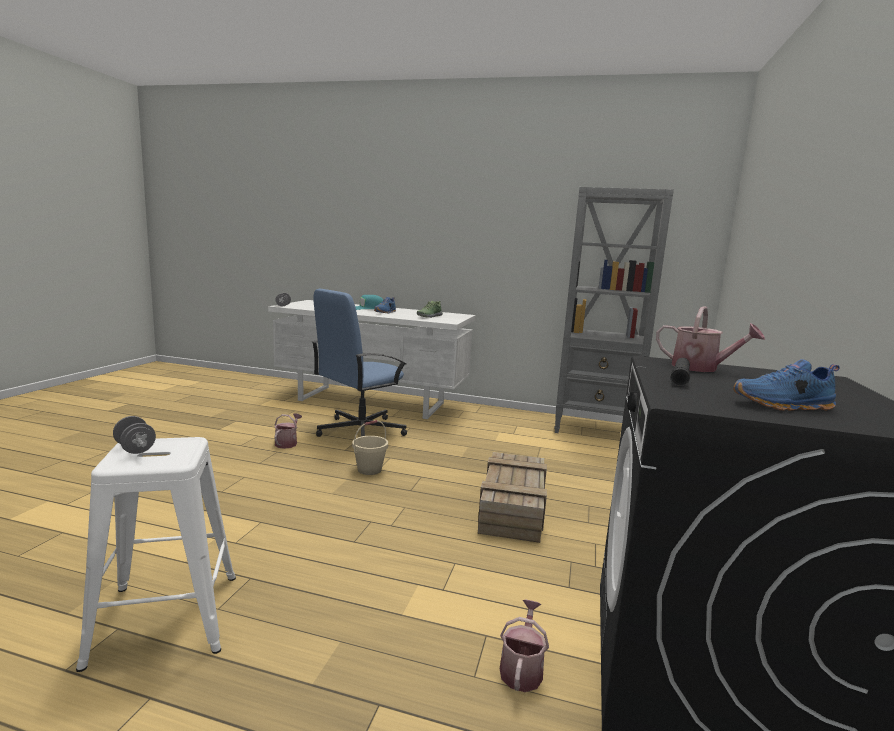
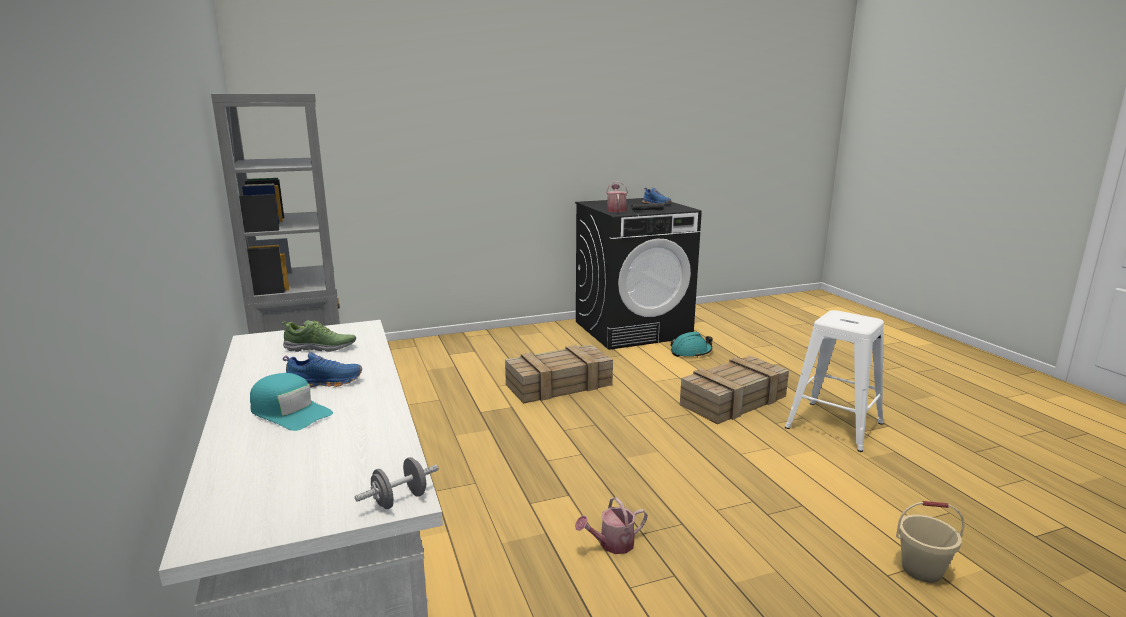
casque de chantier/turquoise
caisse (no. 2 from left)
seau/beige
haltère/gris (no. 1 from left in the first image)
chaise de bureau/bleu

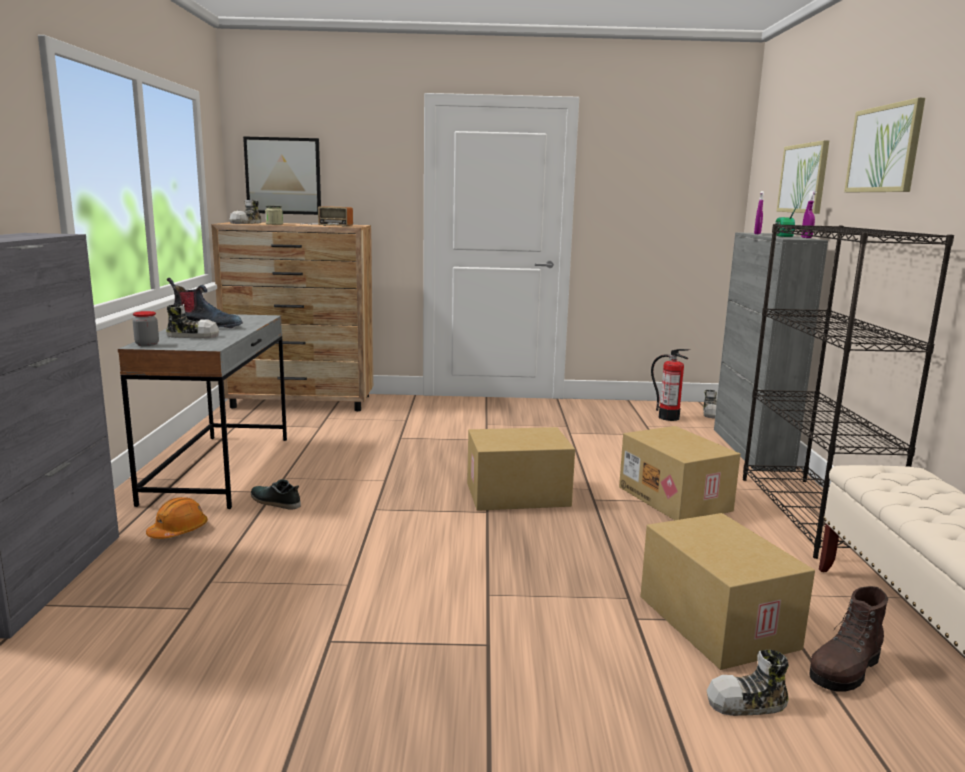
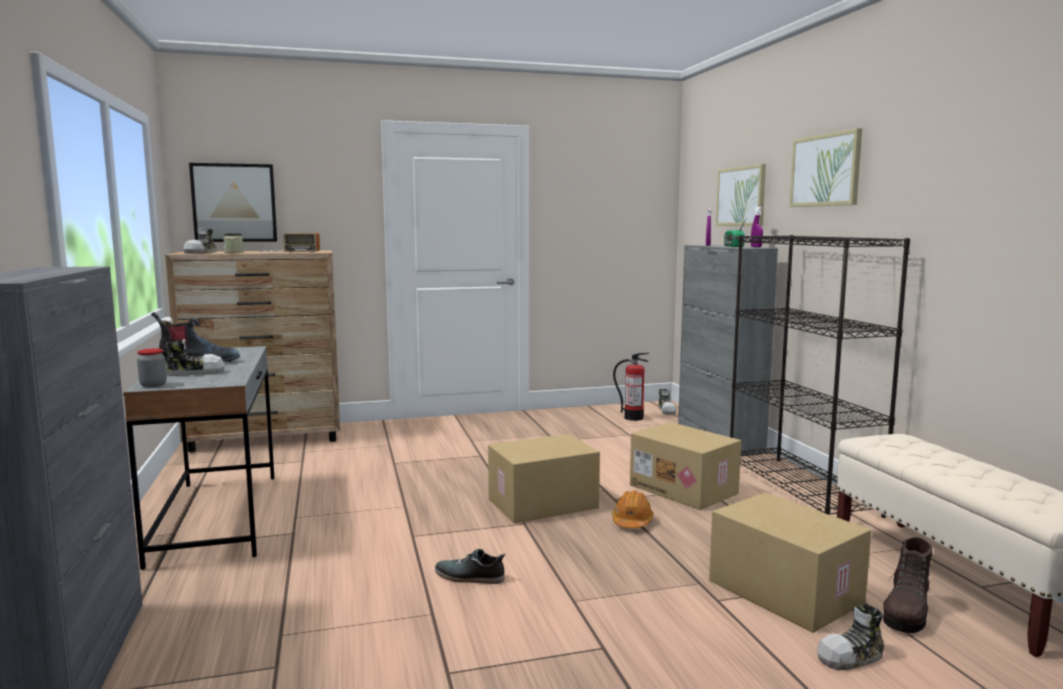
chaussure (no. 3 from left)
casque de chantier/orange

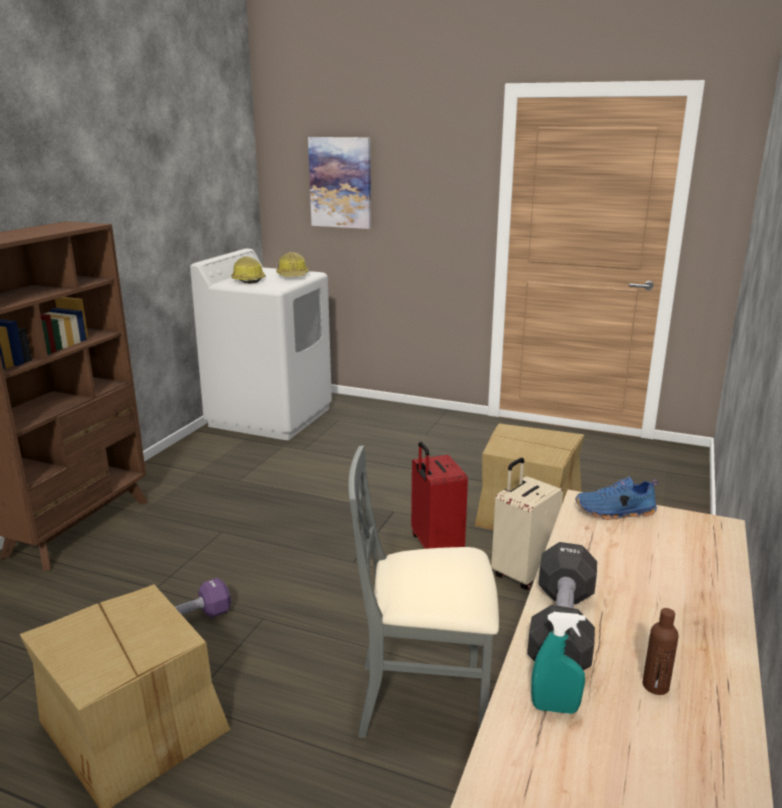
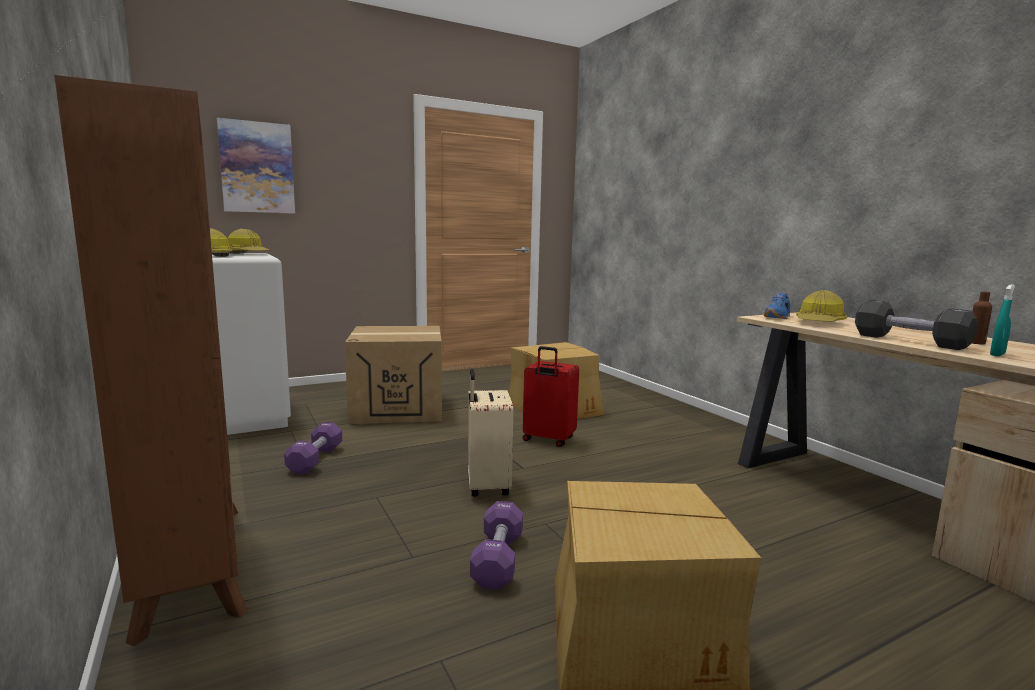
haltère/violet (no. 1 from left)
carton (no. 1 from left)
valise/beige
casque de chantier (no. 3 from left)
chaise/gris

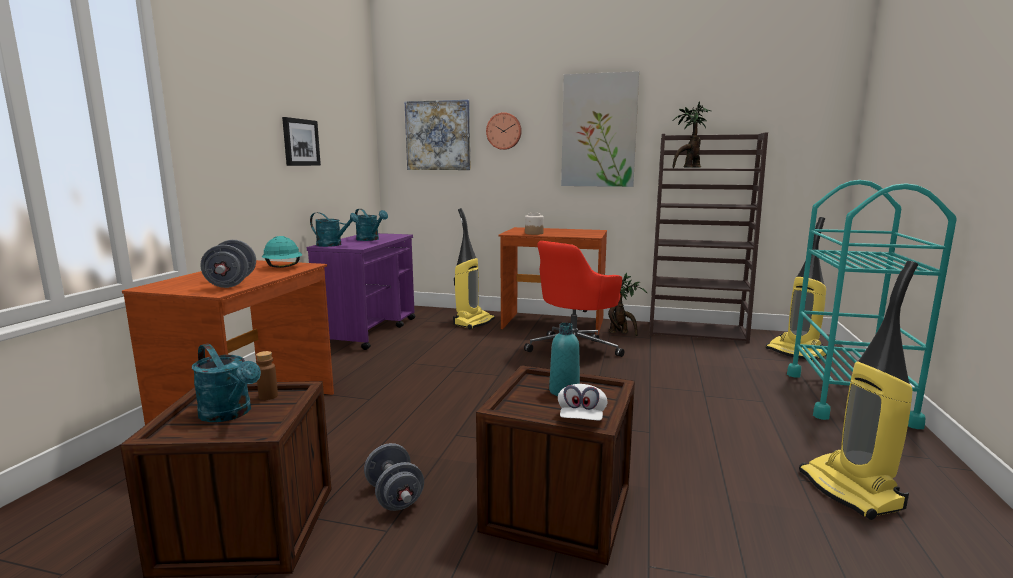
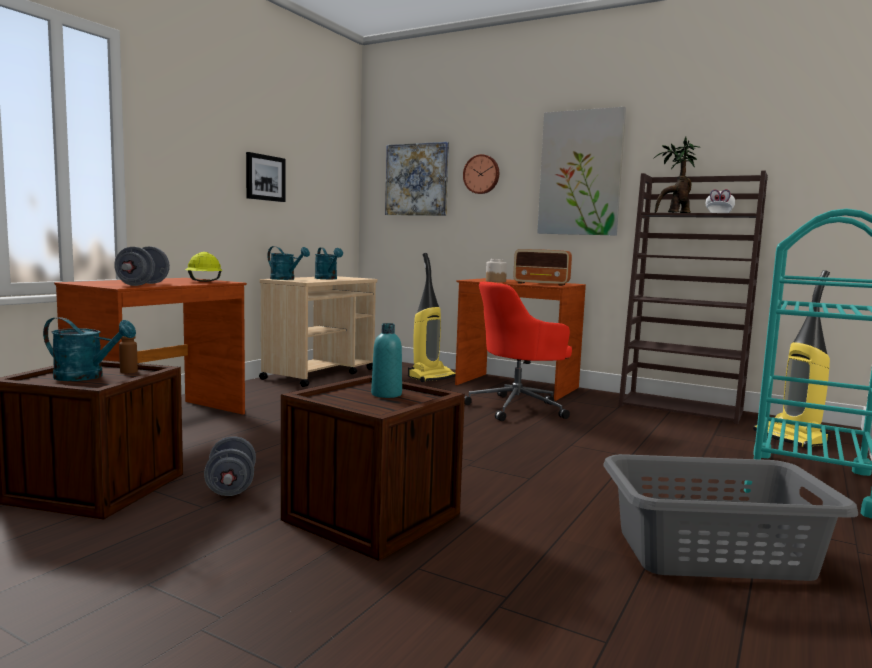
arrosoir/turquoise (no. 1 from left)
casque de chantier/jaune
chariot/beige
radio
panier à linge/gris
casquette/blanc
plante en pot (no. 1 from left in the first image)

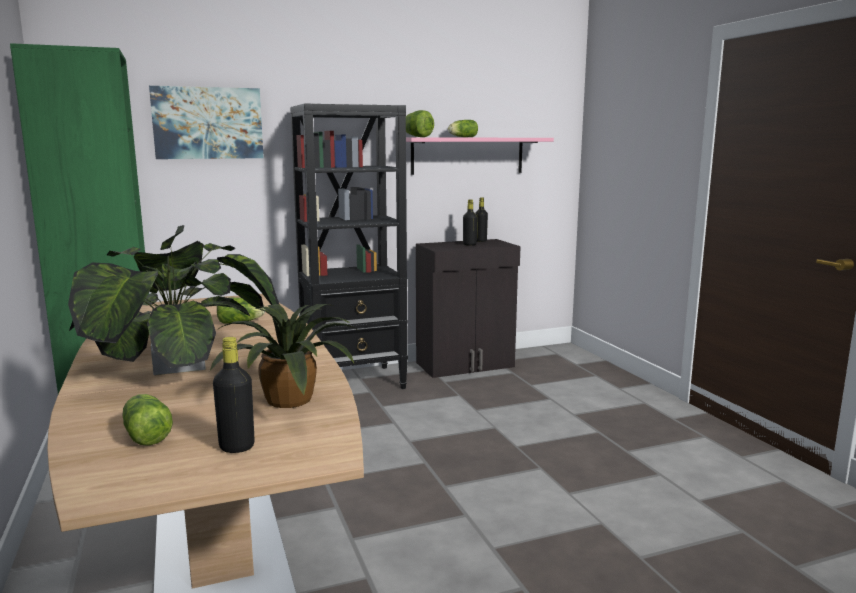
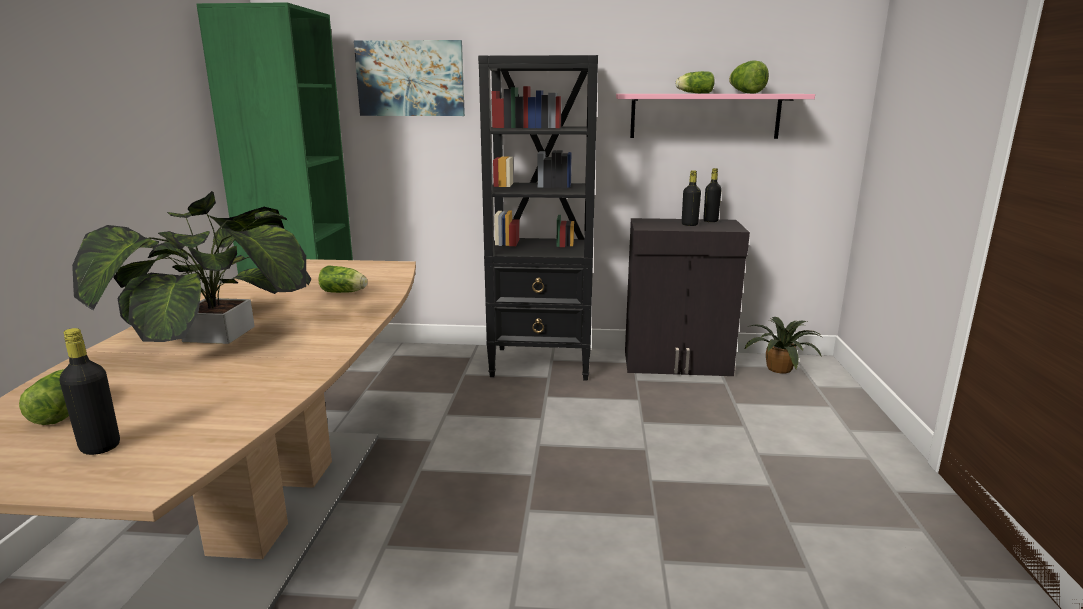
laitue (no. 4 from left)
plante en pot (no. 2 from left)

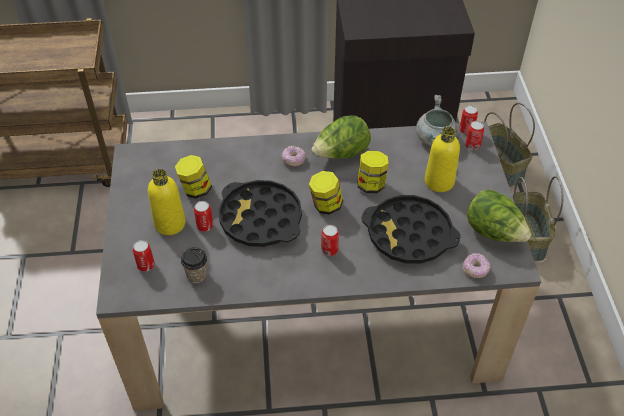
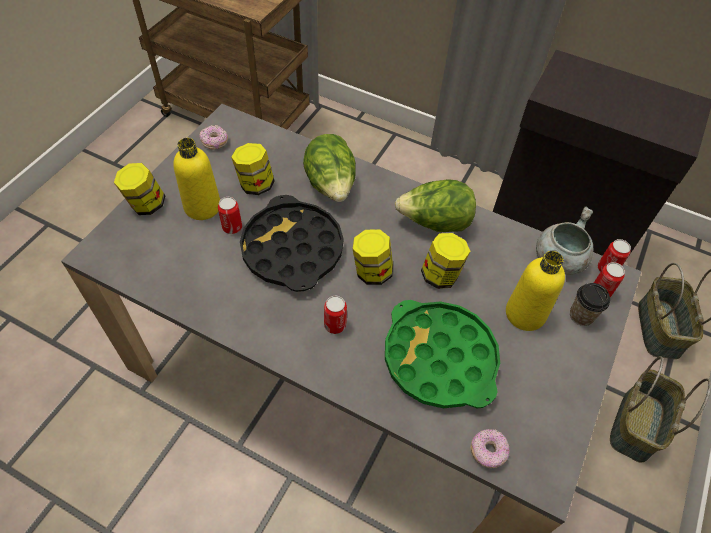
bocal (no. 1 from left)
beignet (no. 1 from left)
laitue (no. 1 from left)
plateau/vert
tasse
boîte métallique (no. 1 from left in the first image)

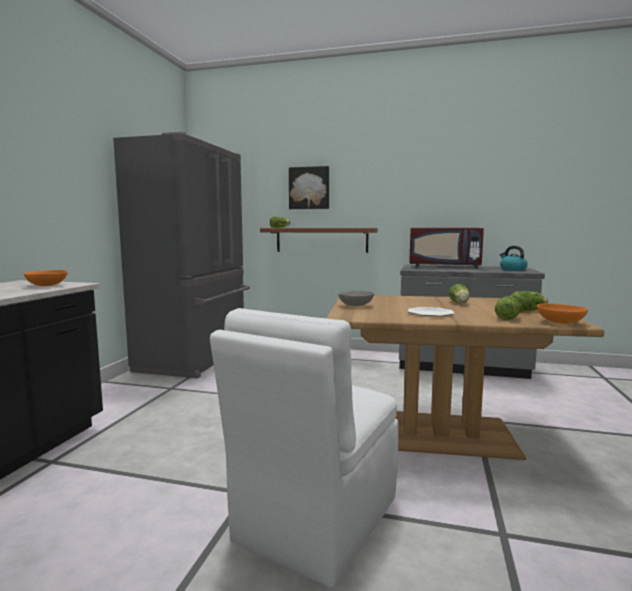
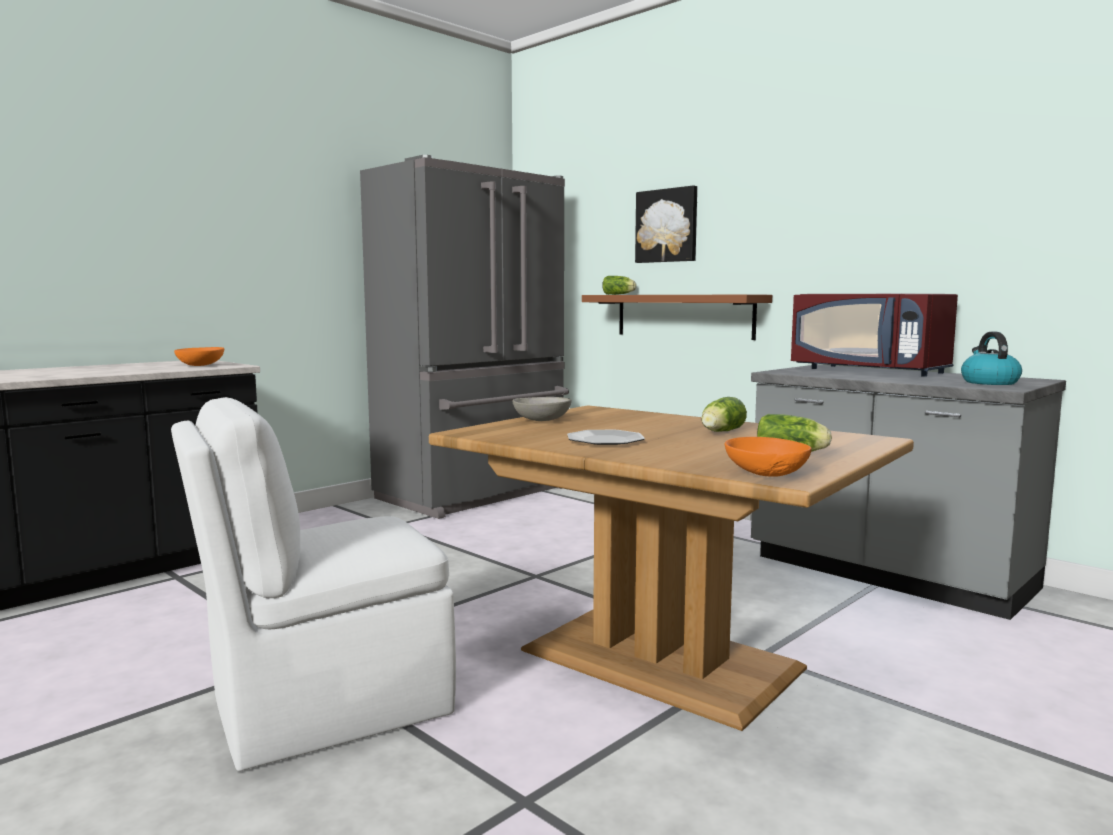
laitue (no. 3 from left in the first image)

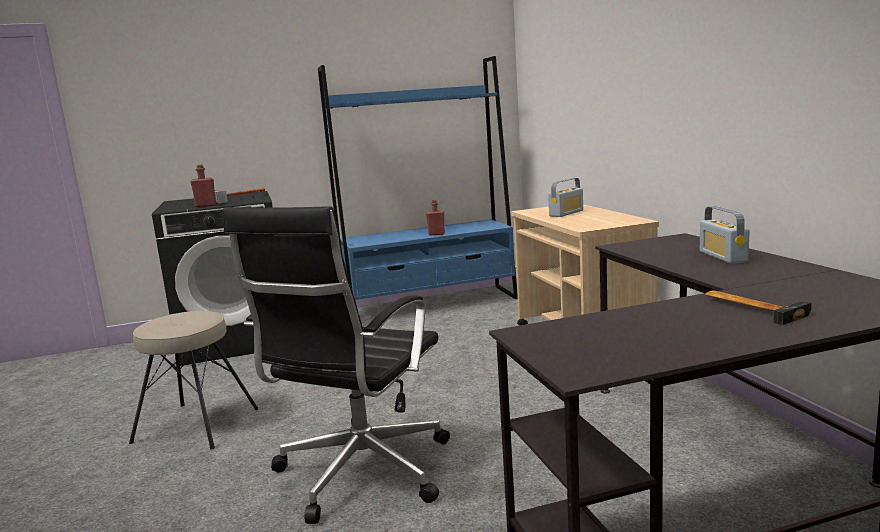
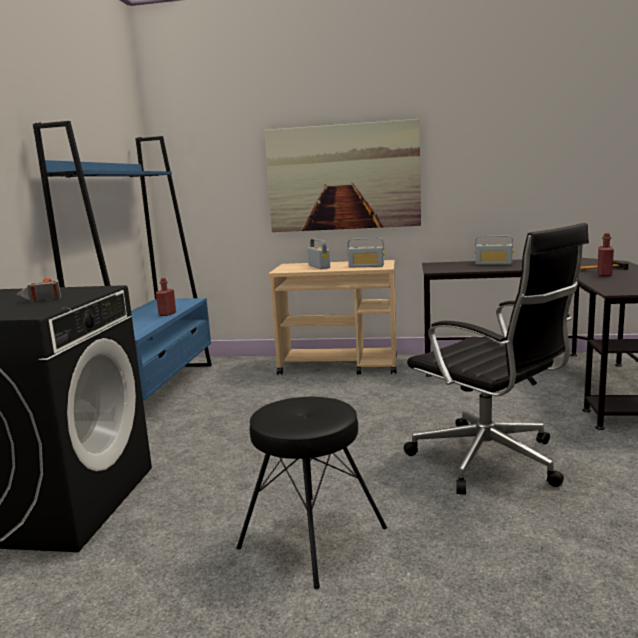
tabouret/noir
tableau
radio (no. 2 from left)
bouteille/rouge (no. 2 from left)

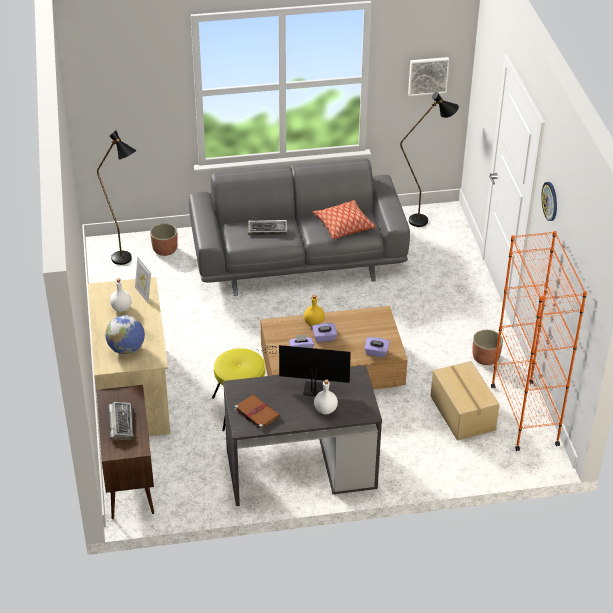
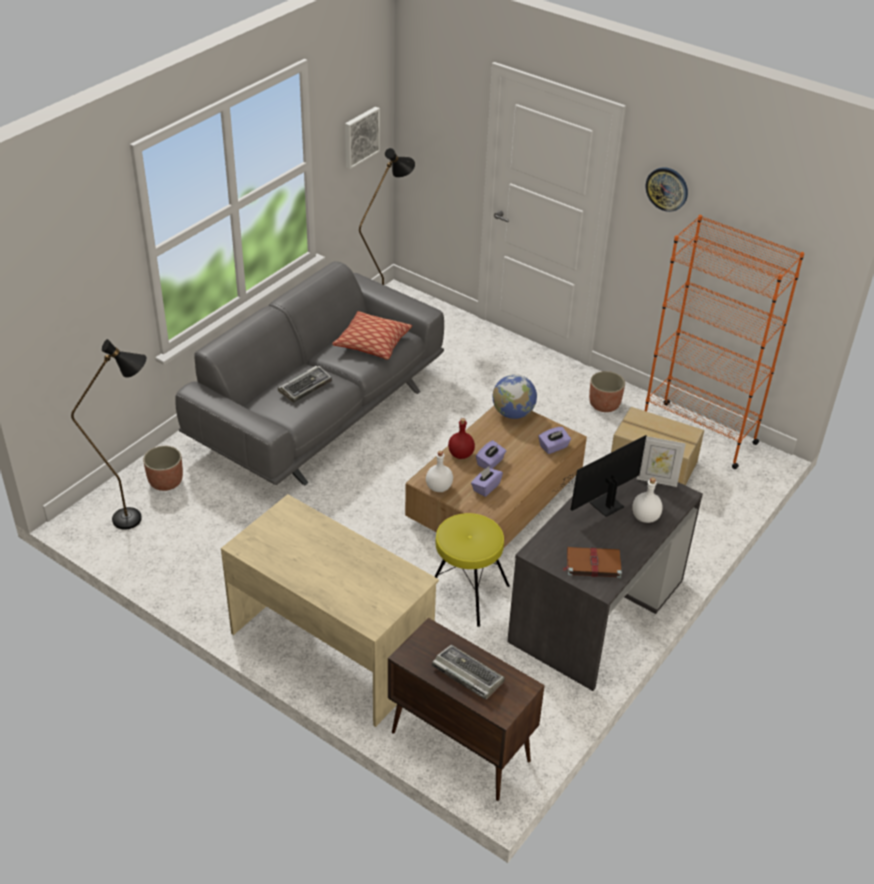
bouteille/blanc (no. 1 from left)
bouteille/rouge
globe
cadre photo

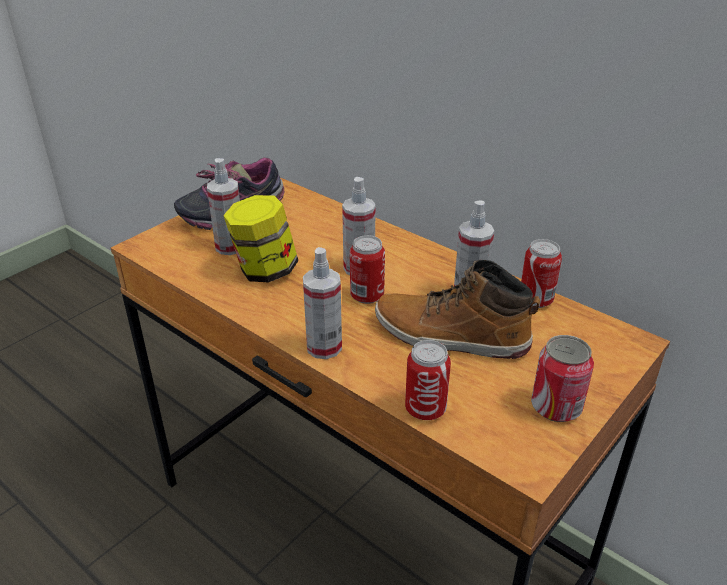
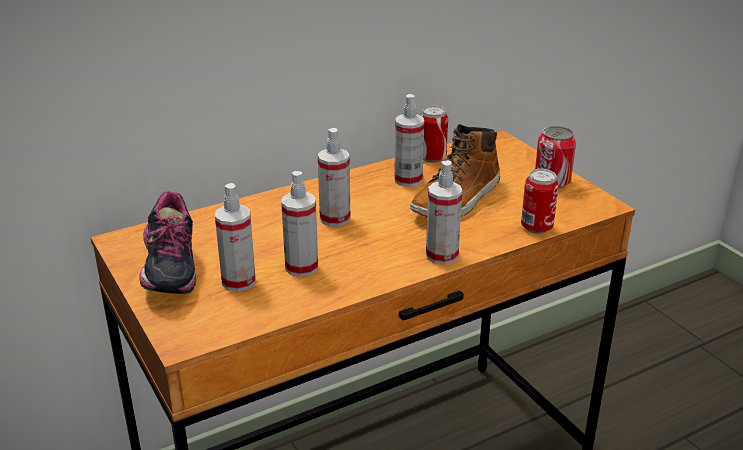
vaporisateur (no. 2 from left)
boîte métallique (no. 1 from left in the first image)

